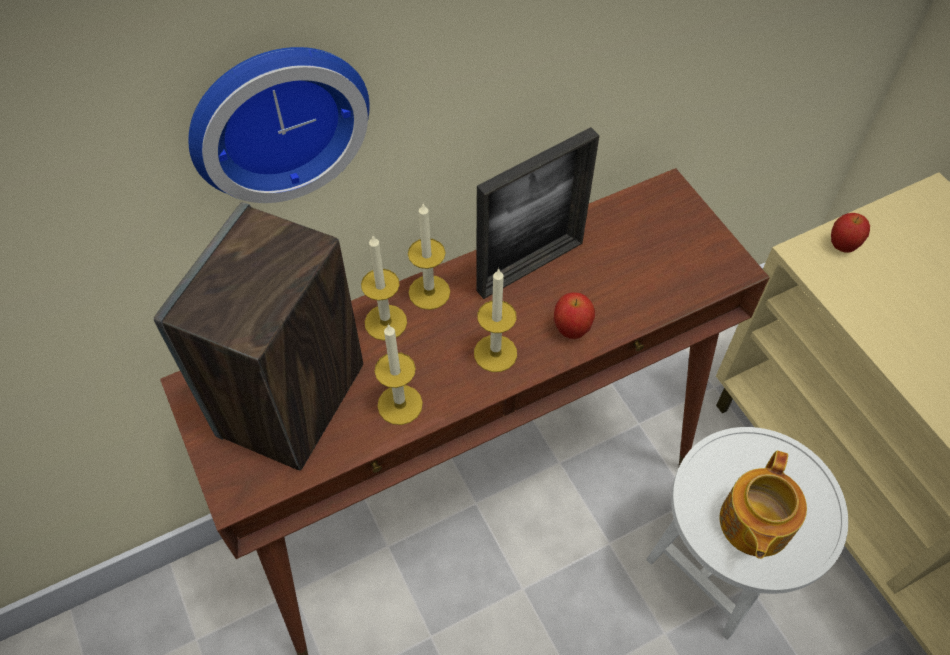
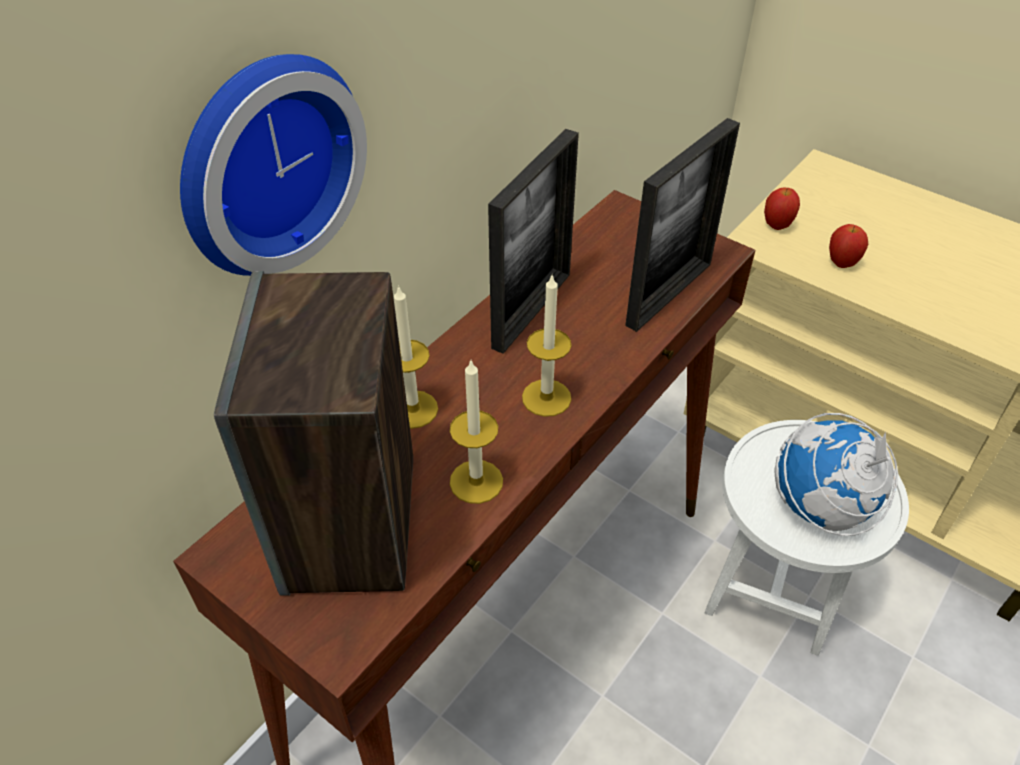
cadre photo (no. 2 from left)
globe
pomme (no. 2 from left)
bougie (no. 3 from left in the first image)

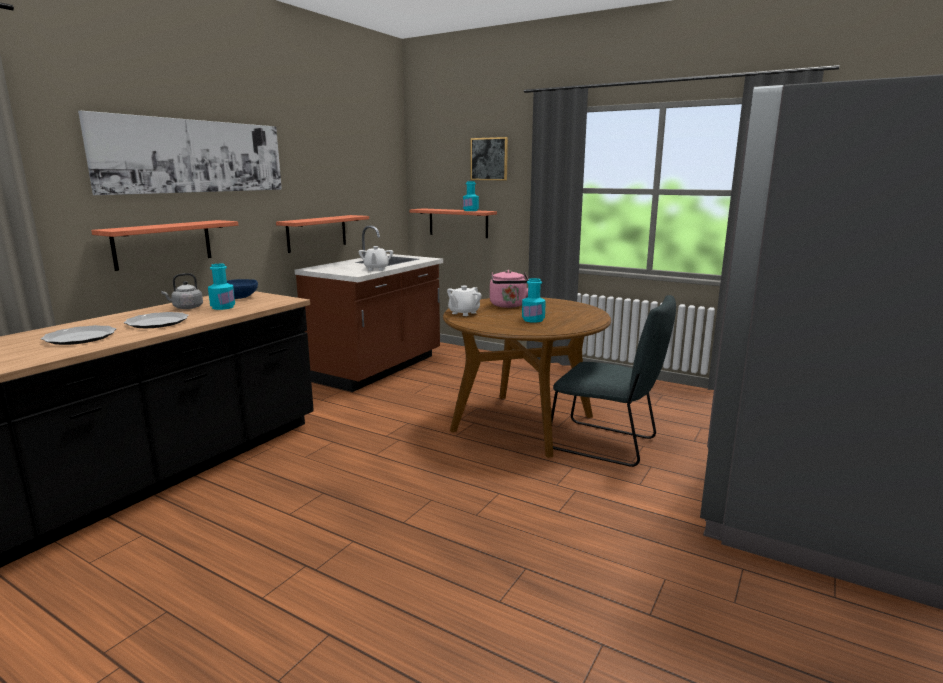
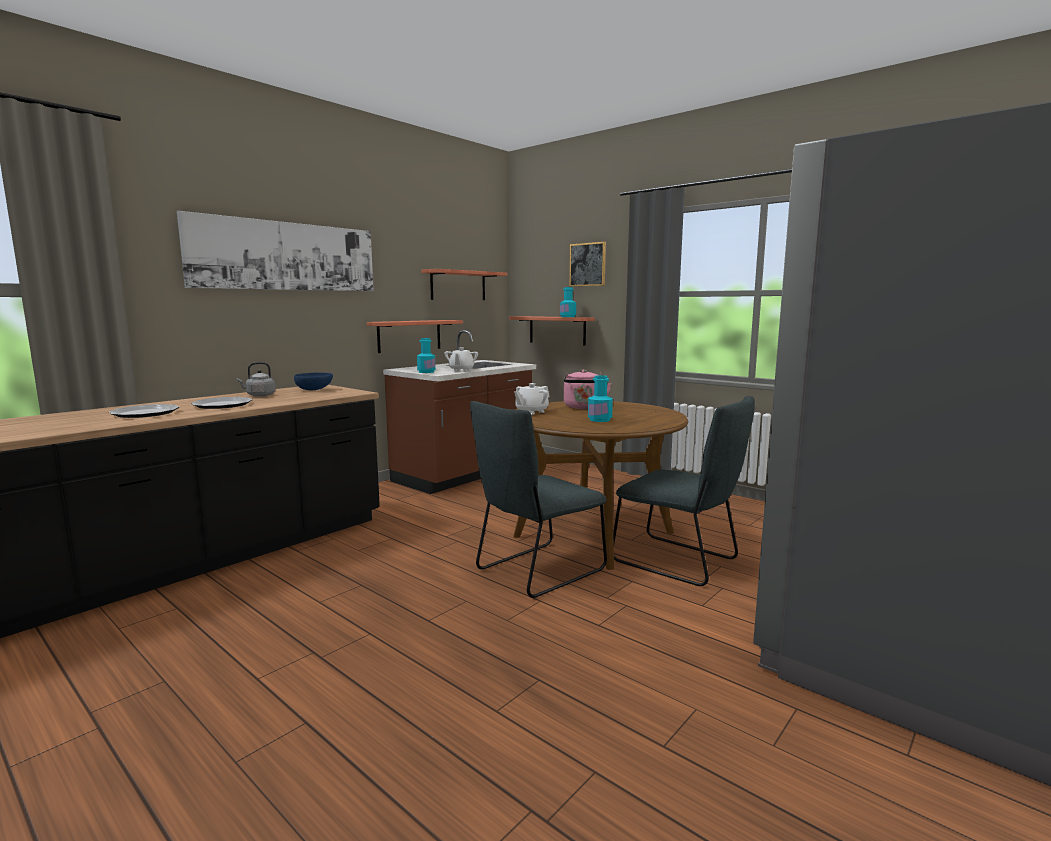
bouteille/turquoise (no. 1 from left)
étagère (no. 2 from left)
chaise/gris (no. 1 from left)

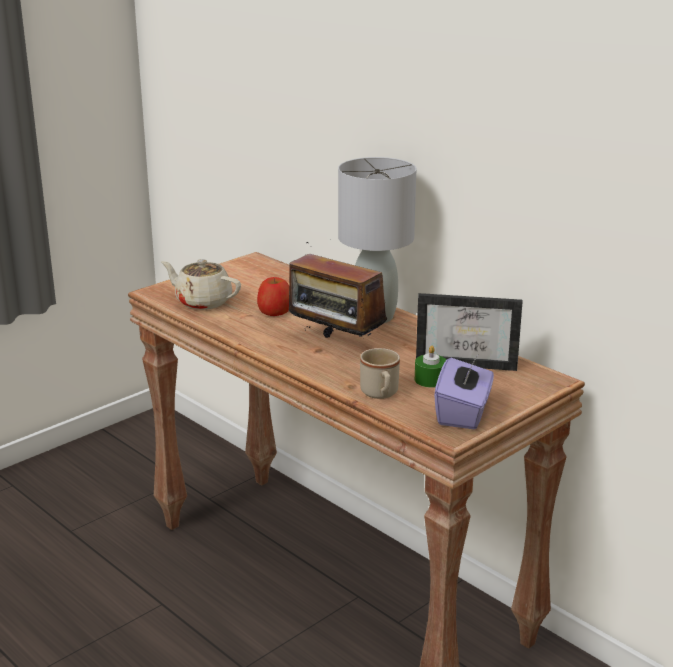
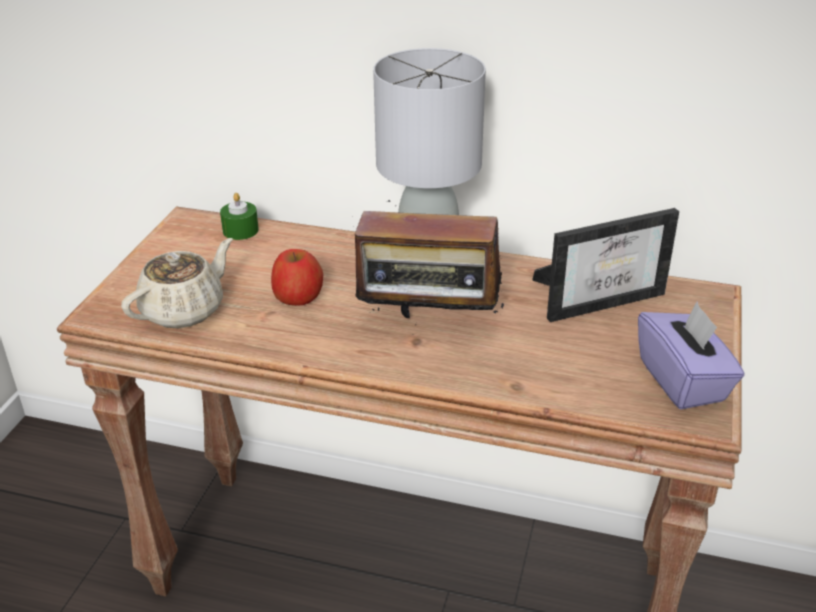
théière/beige
bougie/vert
mug/beige

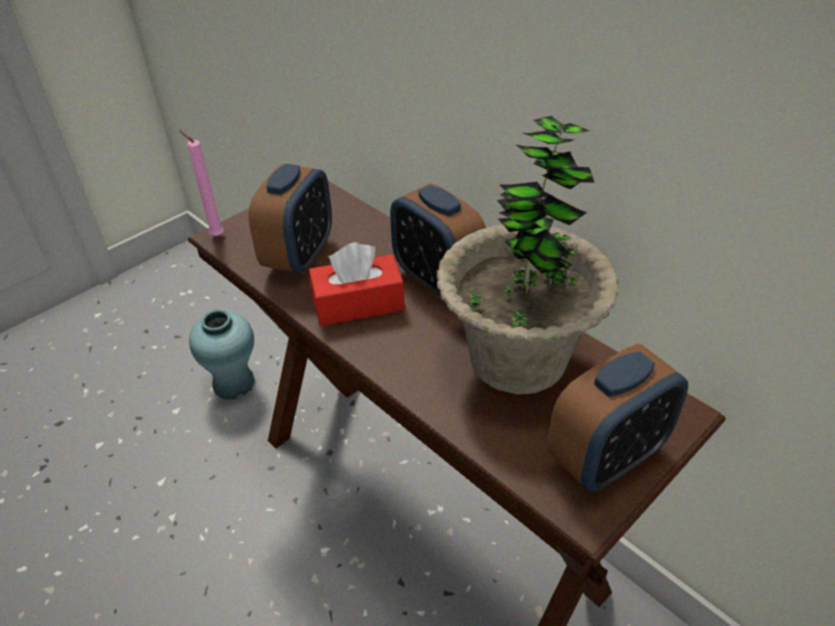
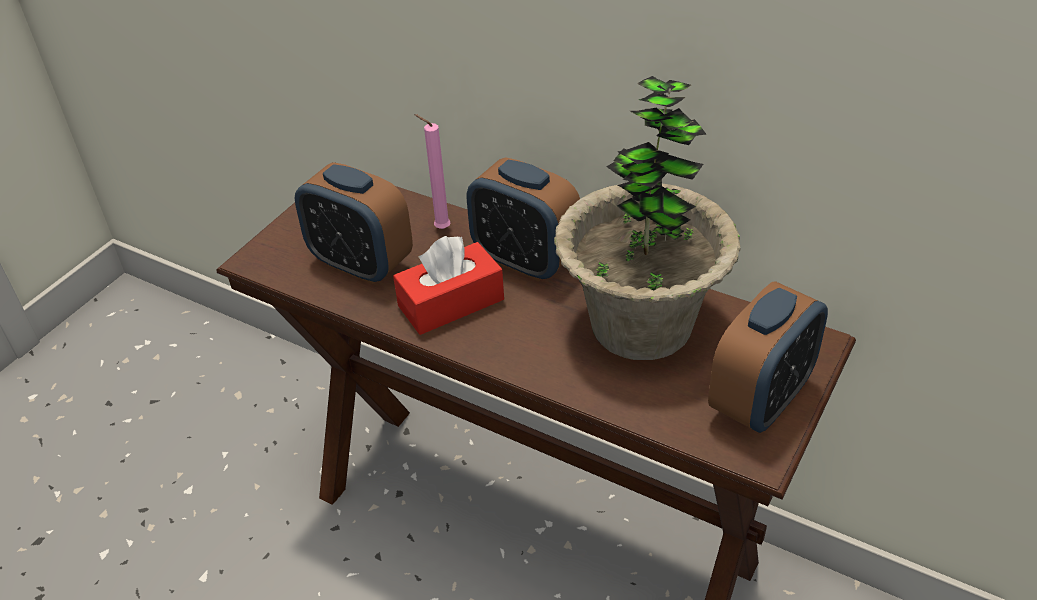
réveil (no. 1 from left)
bougie/rose
vase/turquoise

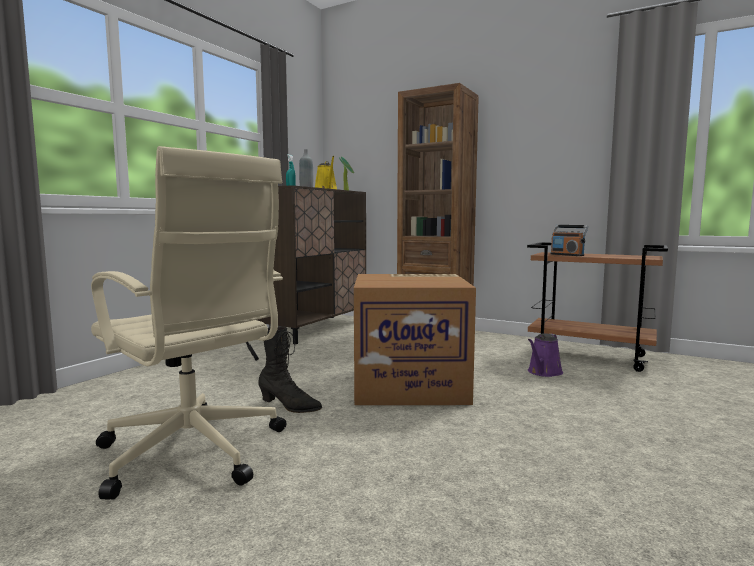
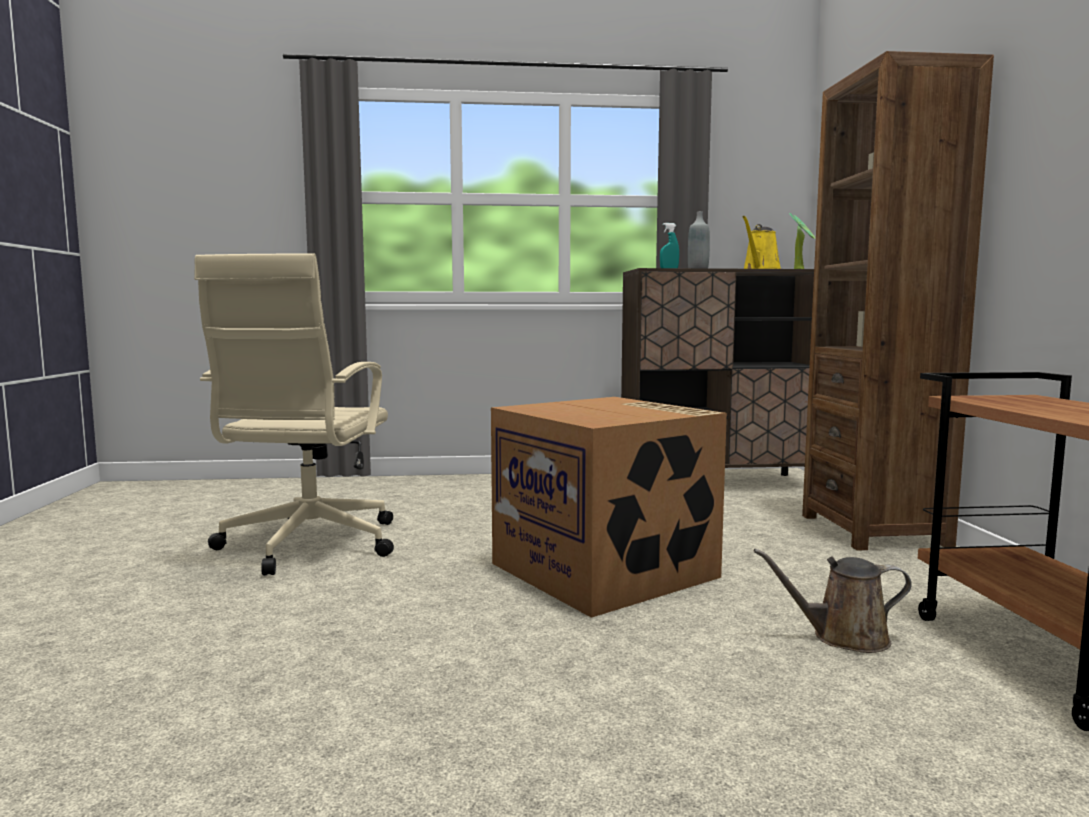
arrosoir/marron
botte/noir
radio

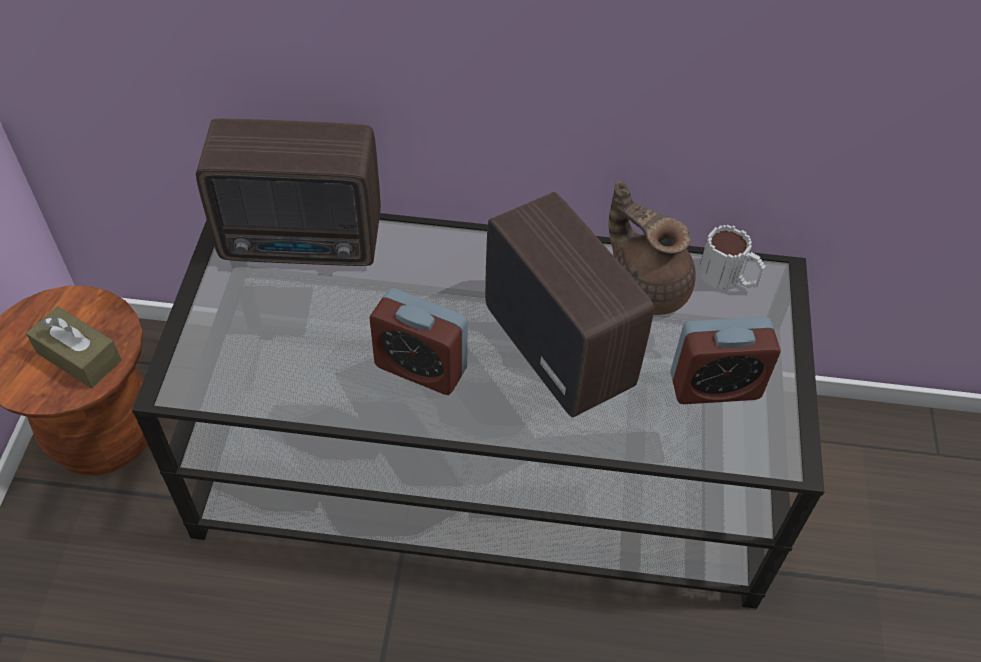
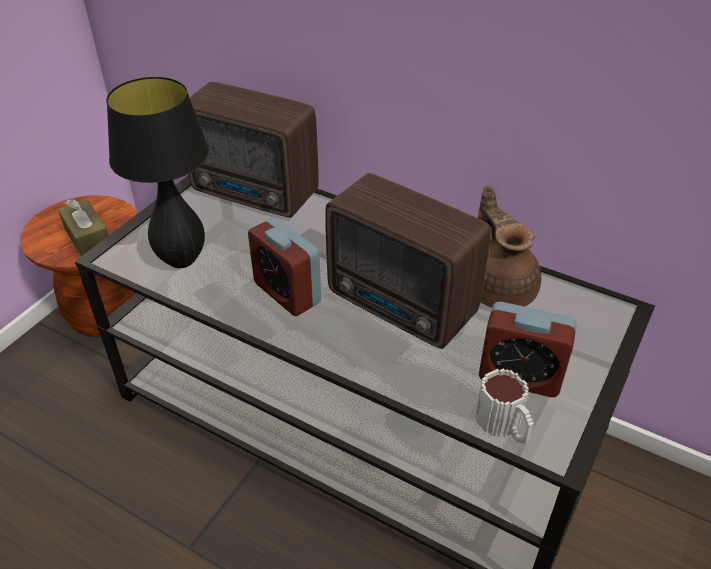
lampe de table/noir
radio (no. 2 from left)
mug

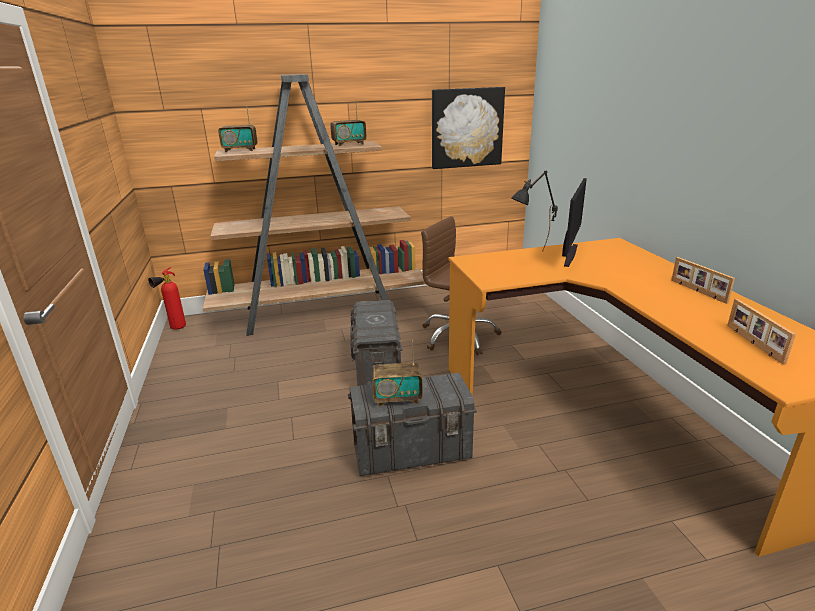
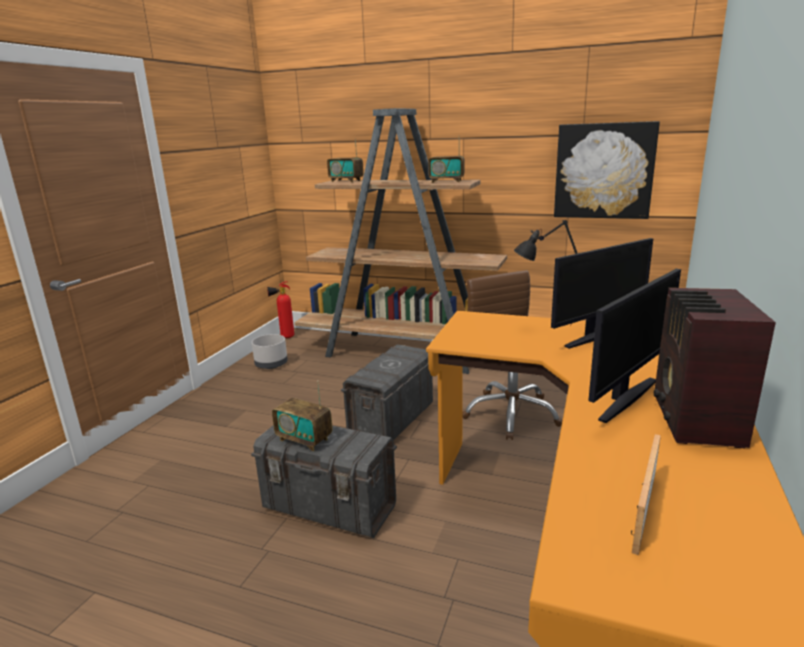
cache-pot/gris
écran d'ordinateur (no. 2 from left)
radio (no. 4 from left)

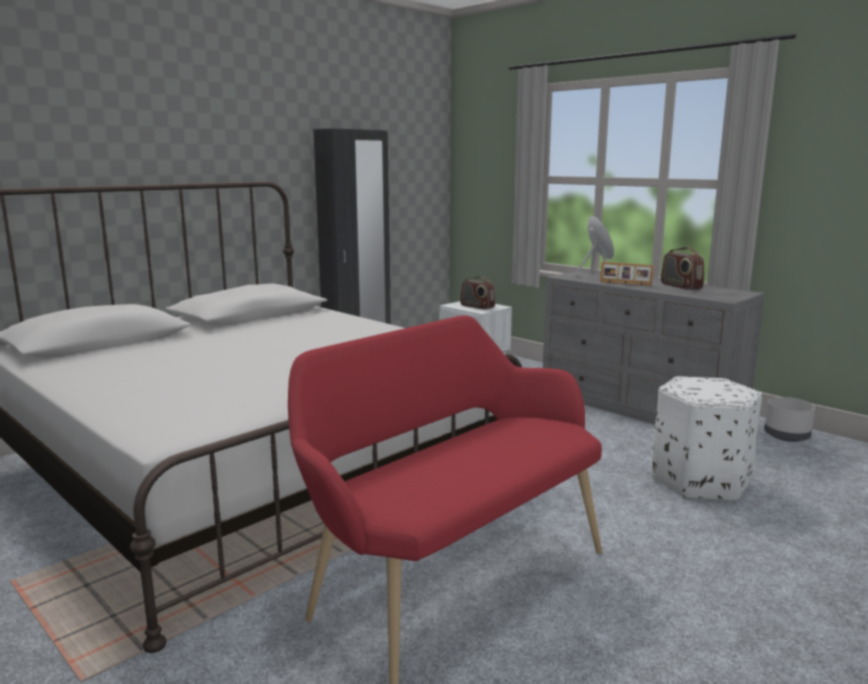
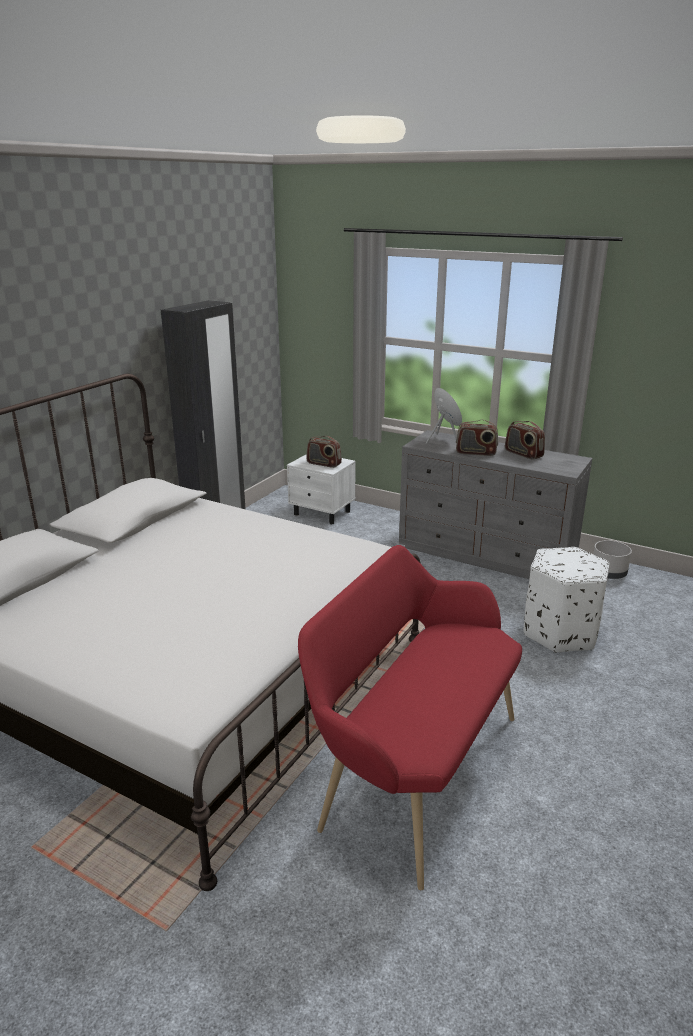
radio (no. 2 from left)

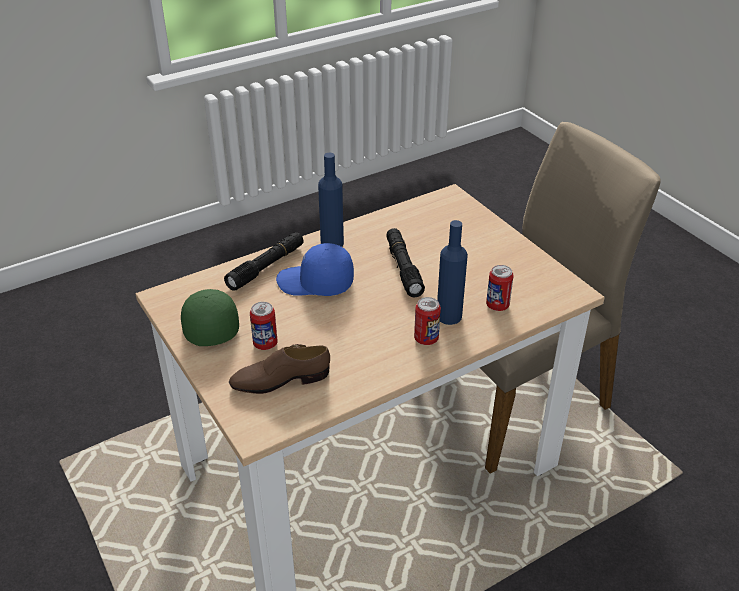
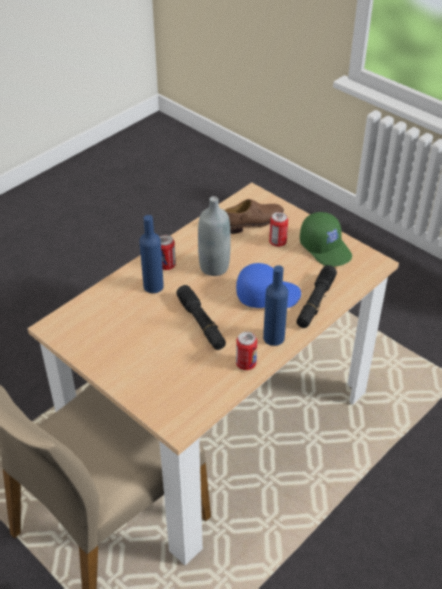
bouteille/gris
boîte métallique (no. 2 from left)

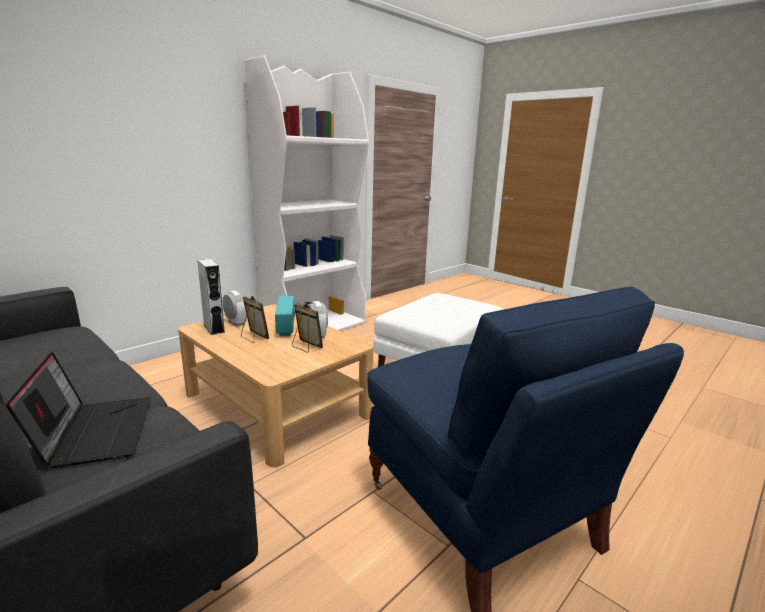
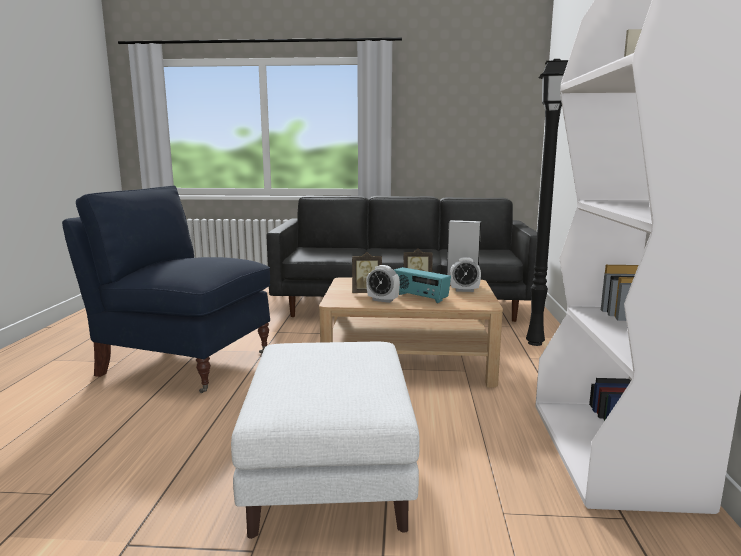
lampadaire/noir
ordinateur portable

